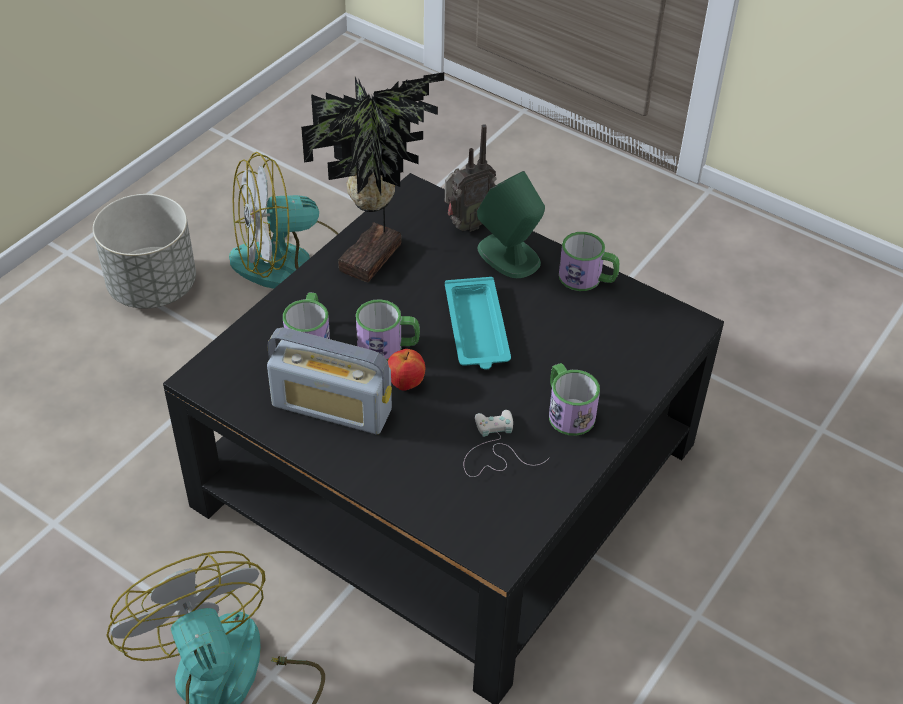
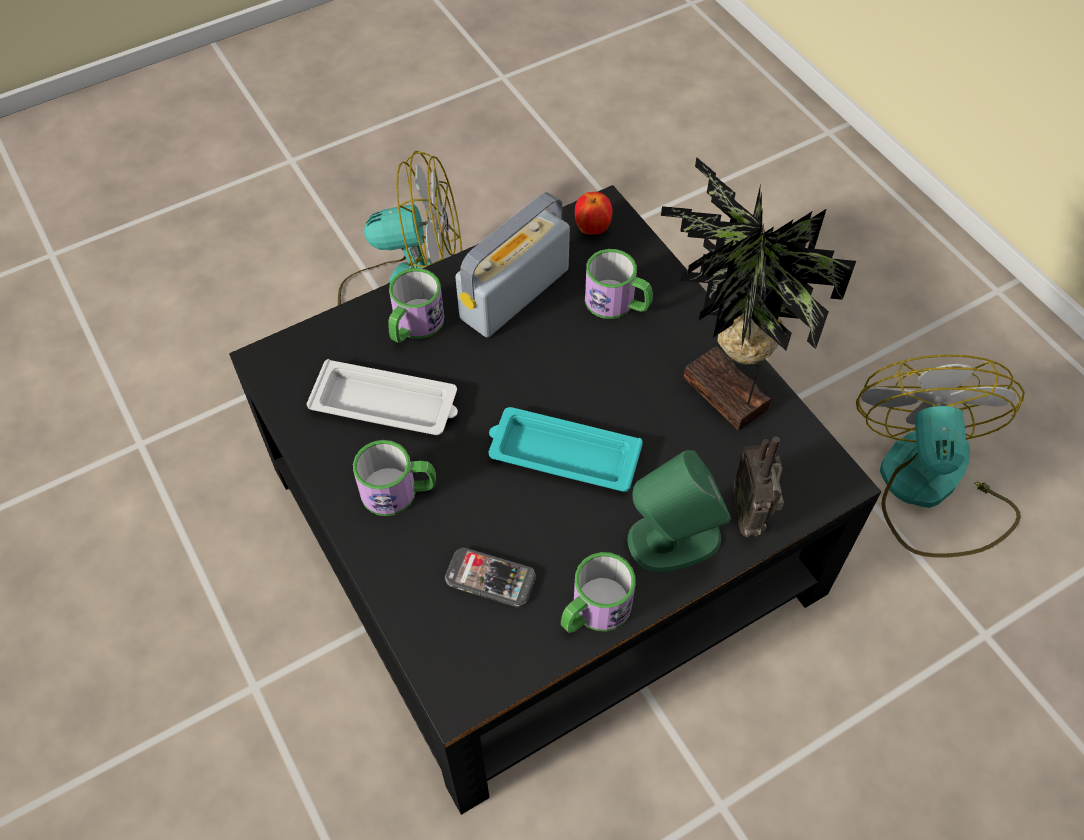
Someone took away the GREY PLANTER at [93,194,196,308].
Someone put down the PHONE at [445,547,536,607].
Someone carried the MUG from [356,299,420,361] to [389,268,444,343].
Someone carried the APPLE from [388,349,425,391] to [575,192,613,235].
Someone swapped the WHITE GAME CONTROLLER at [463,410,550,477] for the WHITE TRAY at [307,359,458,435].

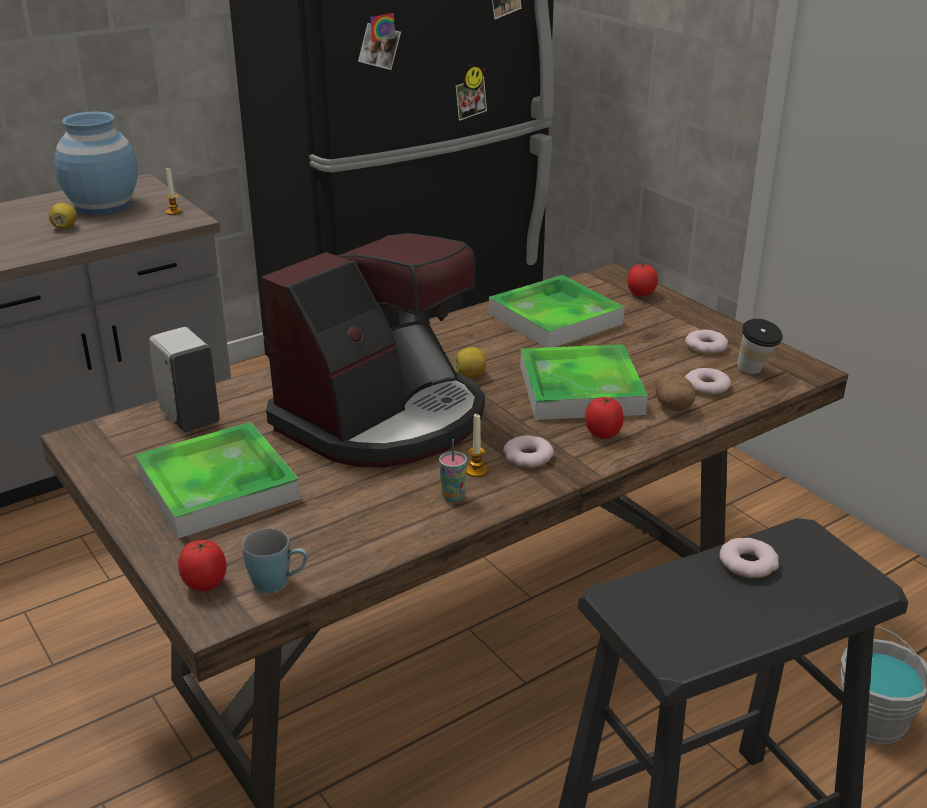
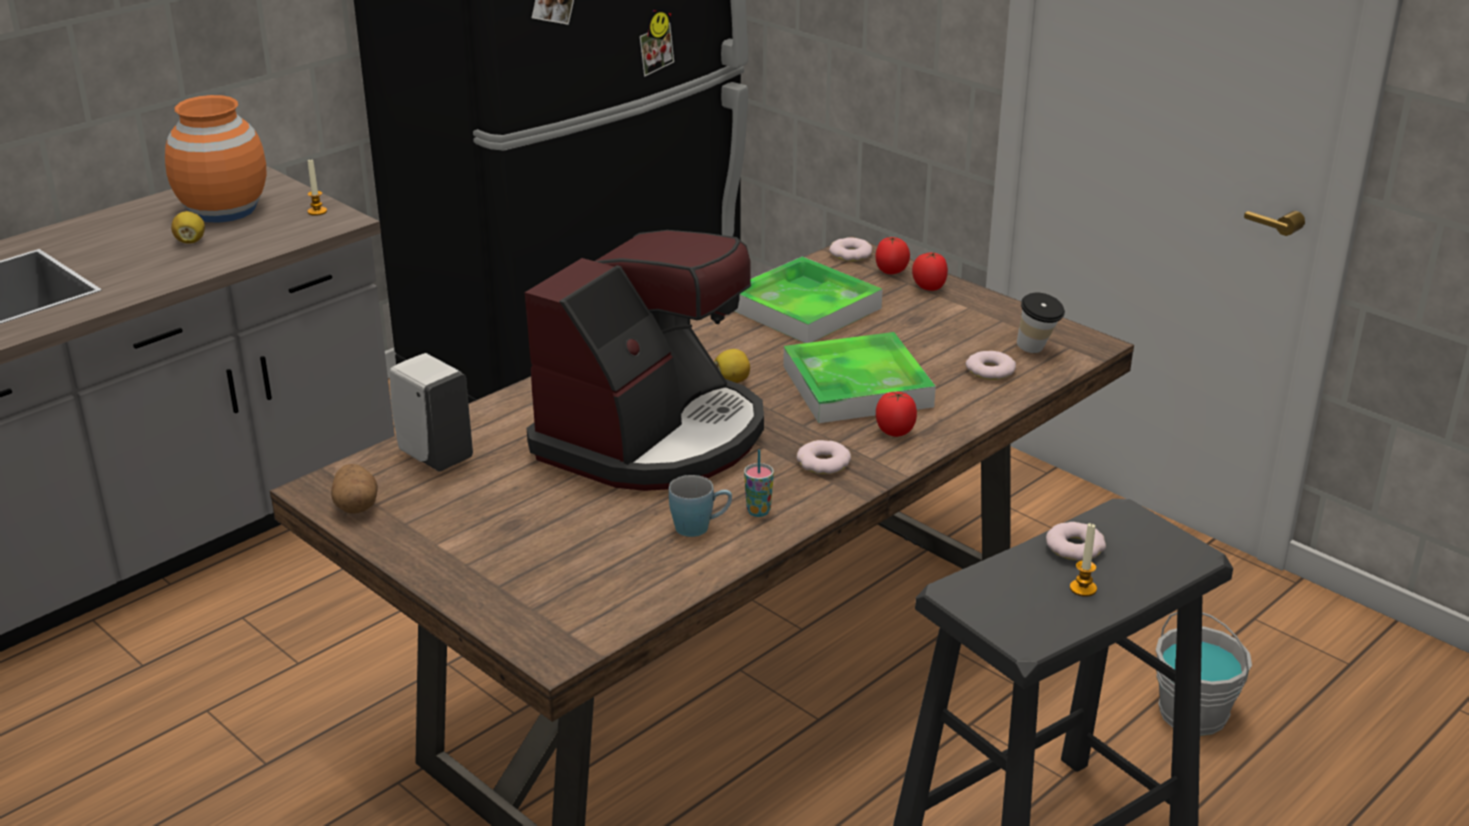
Someone took away the TRAY at [135,422,300,539].
Someone carried the TOMATO from [178,540,226,592] to [912,252,948,291].
Someone carried the BLUE MUG from [242,528,308,593] to [669,475,732,537].
Someone carried the CANDLE from [466,414,488,477] to [1070,523,1097,597].
Someone carried the POTATO from [656,371,695,411] to [331,464,378,513].
Someone carried the DONUT from [685,330,728,354] to [829,237,872,261].
Someone repainted the BLUE VASE at [54,111,138,215], which became the ORANGE VASE at [165,95,266,223].

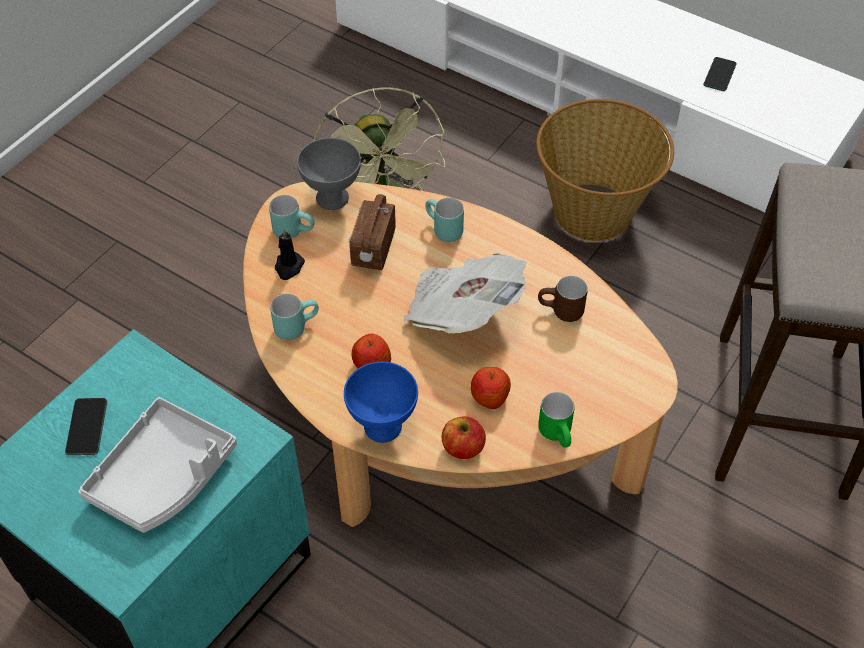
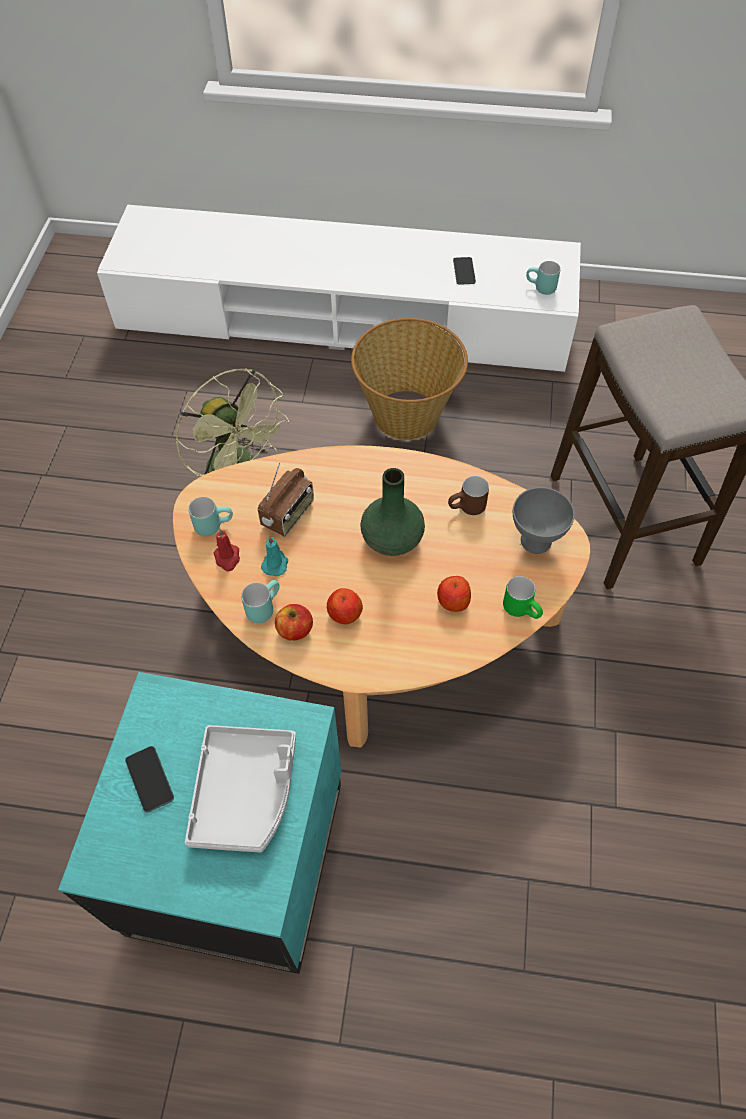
Someone took away the BLUE BOWL at [344,362,418,443].
Someone put down the TURQUOISE CANDLE at [261,536,288,576].
Someone carried the GREY BOWL from [297,138,361,210] to [513,487,575,554].
Someone carried the TURQUOISE MUG from [425,198,464,242] to [526,261,560,295].
Someone carried the APPLE from [442,416,486,459] to [275,604,313,640].
Someone swapped the NEWSPAPER at [403,253,527,334] for the GREEN VASE at [361,468,425,556].
Someone repainted the BLACK CANDLE at [275,229,305,280], which became the RED CANDLE at [213,528,240,571].
Someone rotated the RADIO at [349,194,396,270] by 135 degrees counterclockwise.

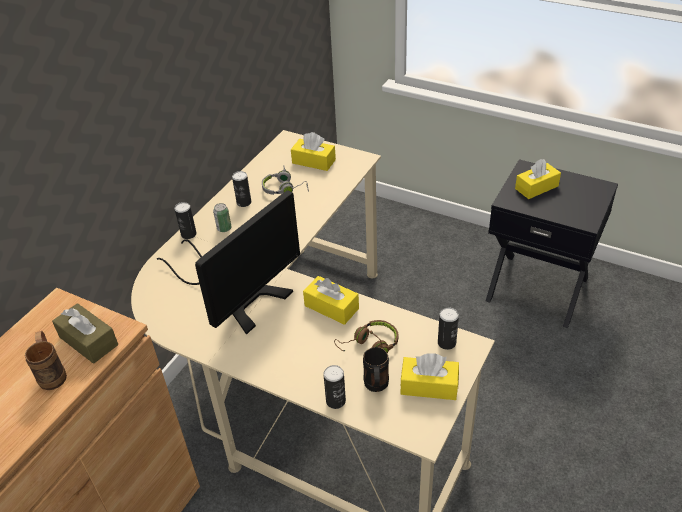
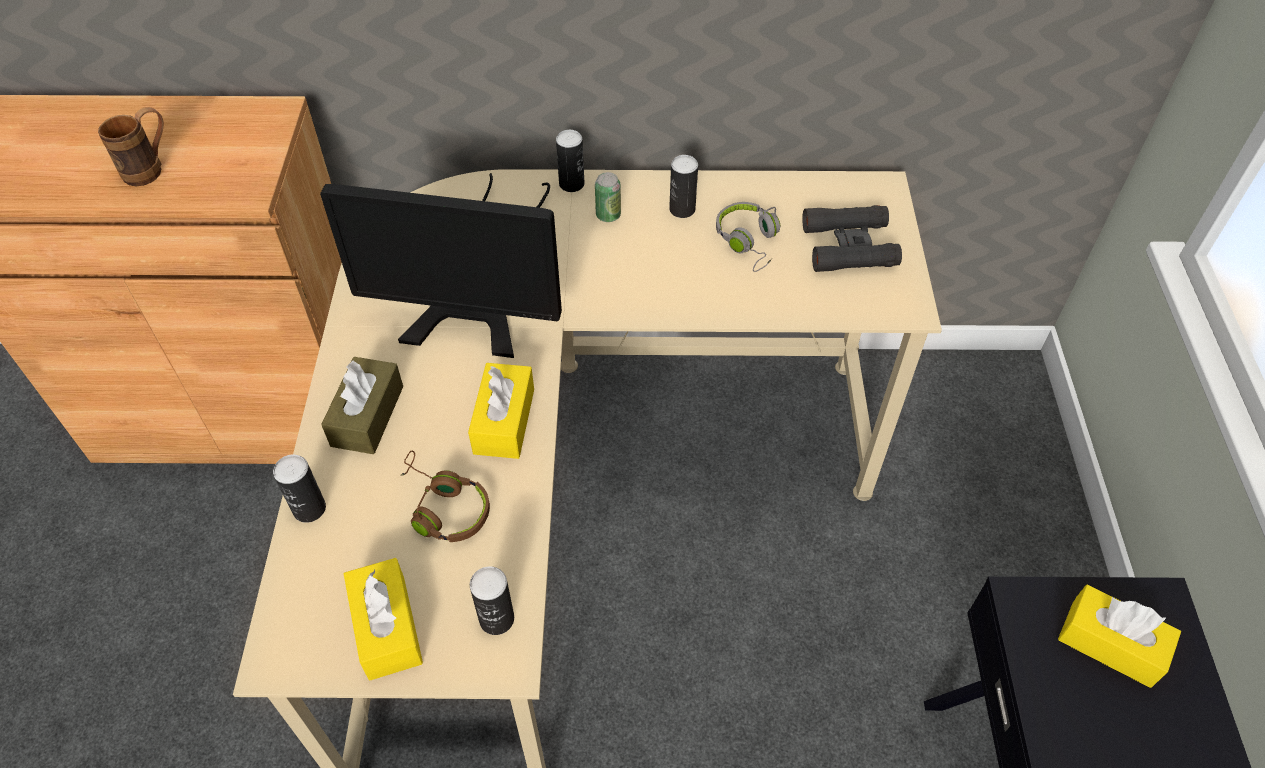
Someone took away the BLACK MUG at [363,347,389,392].
Someone carried the BROWN TISSUE BOX from [52,303,118,364] to [321,357,403,454].
Someone swapped the YELLOW TISSUE BOX at [291,132,336,171] for the BLACK BINOCULARS at [802,205,902,272].

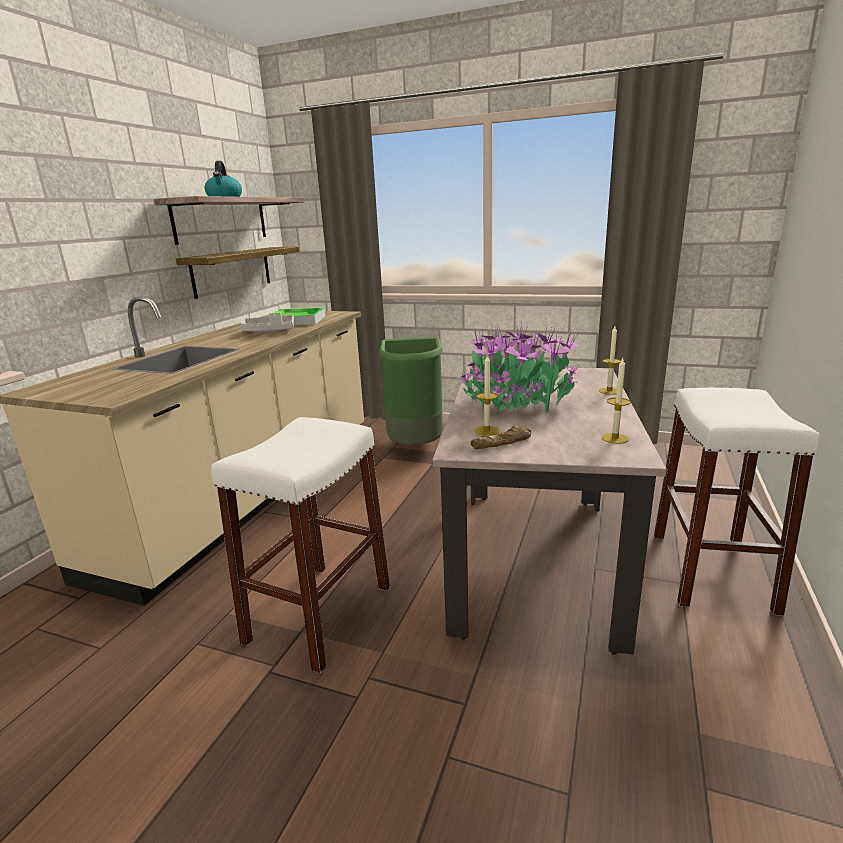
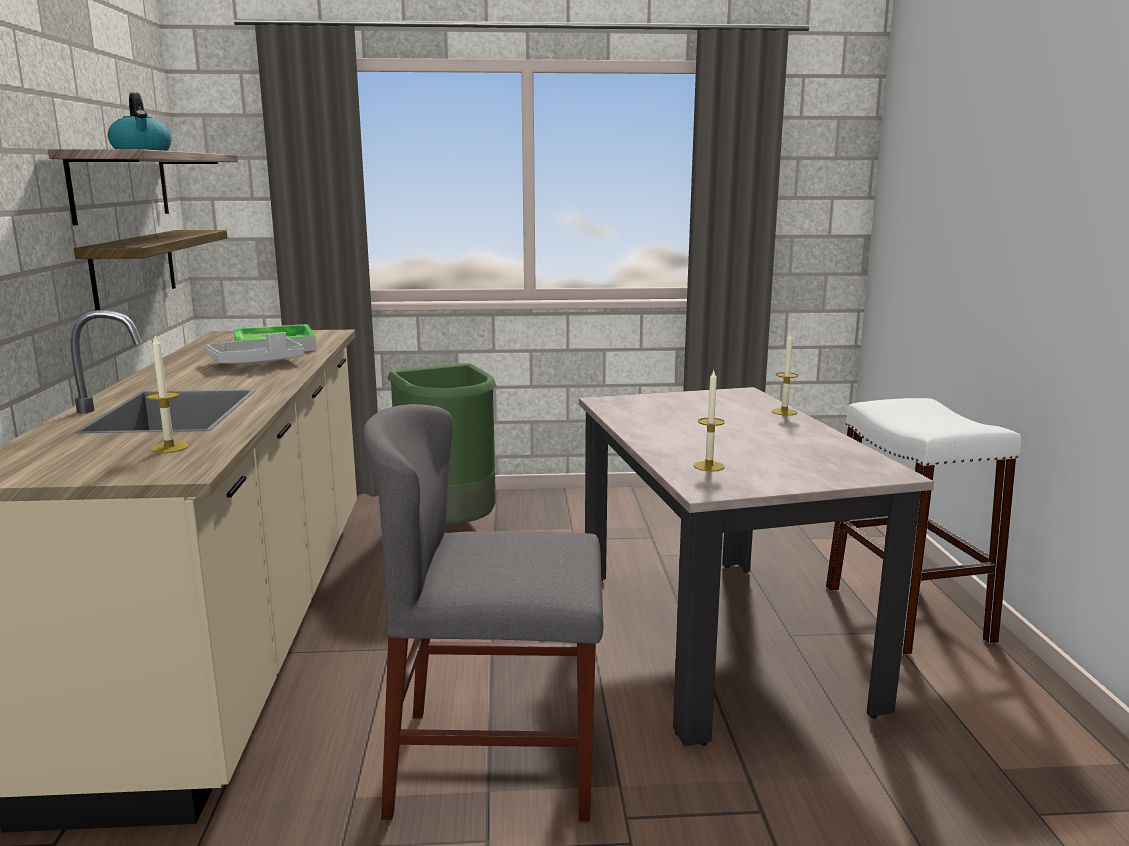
Someone took away the POTTED PLANT at [459,323,583,412].
Someone took away the BREAD at [471,425,531,449].
Someone carried the CANDLE from [602,358,630,444] to [146,336,189,453].
Someone swapped the WHITE STOOL at [211,417,390,674] for the GREY CHAIR at [363,404,603,822].

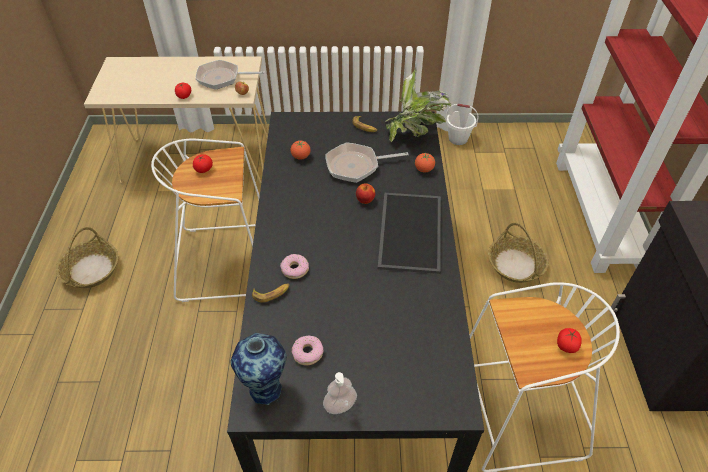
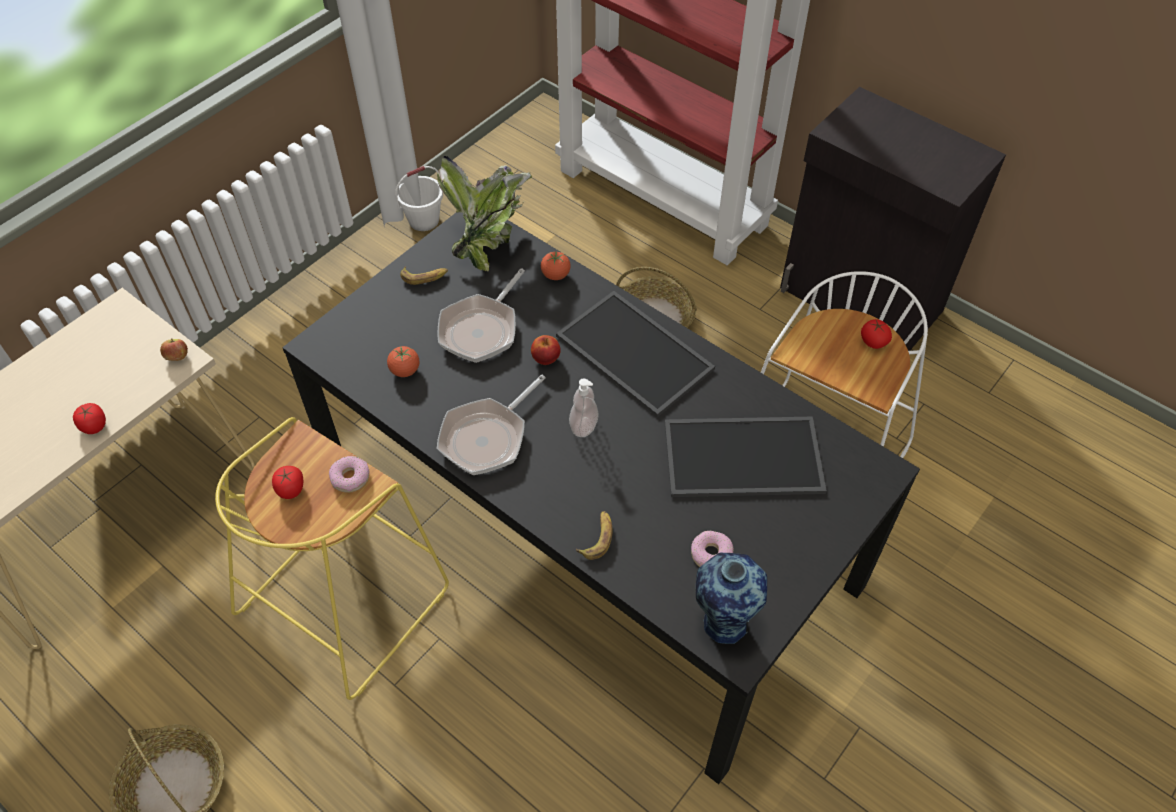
Someone put down the TRAY at [665,417,827,497].
Someone carried the FRYING PAN from [196,60,265,90] to [437,375,546,475].
Someone carried the DONUT from [280,254,309,279] to [329,456,370,493].
Someone carried the SOAP DISPENSER from [323,372,357,414] to [569,378,599,437].
Someone repainted the WHITE STOOL at [151,139,260,302], which became the YELLOW STOOL at [215,417,449,700].

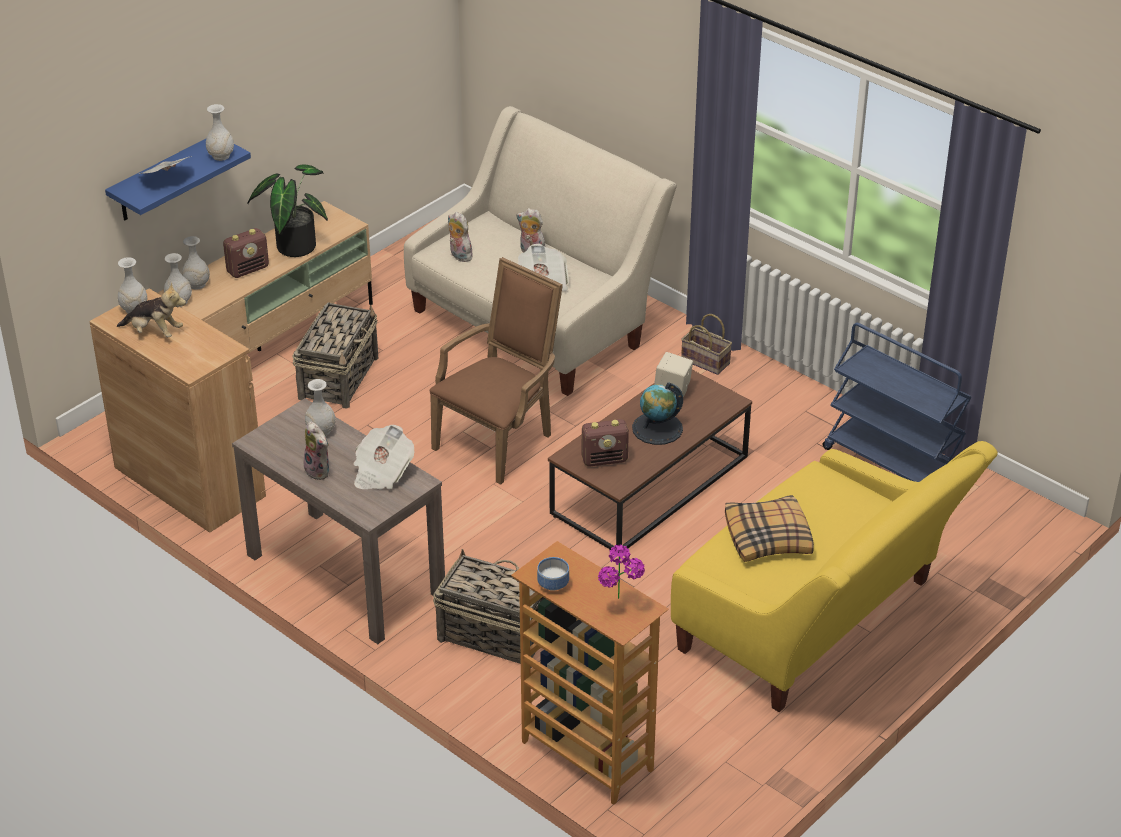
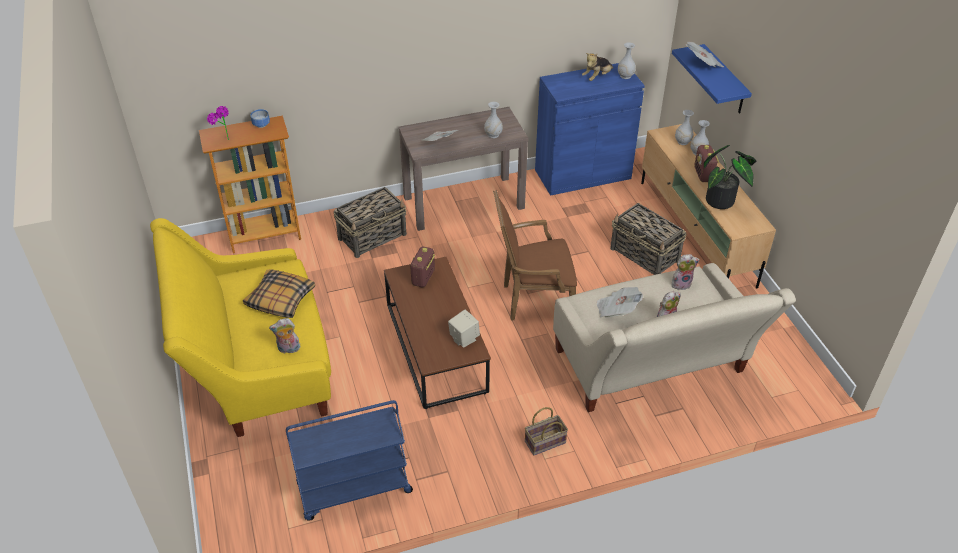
Someone took away the WHITE VASE at [206,104,234,161].
Someone took away the GLOBE at [632,382,683,445].
Someone carried the PLUSH TOY from [304,421,329,480] to [269,318,301,354].
Someone repainted the BROWN CABINET at [89,288,266,533], which became the BLUE CABINET at [535,63,645,196].
Someone rotated the BROWN ARMCHAIR at [429,257,563,485] by 105 degrees clockwise.

